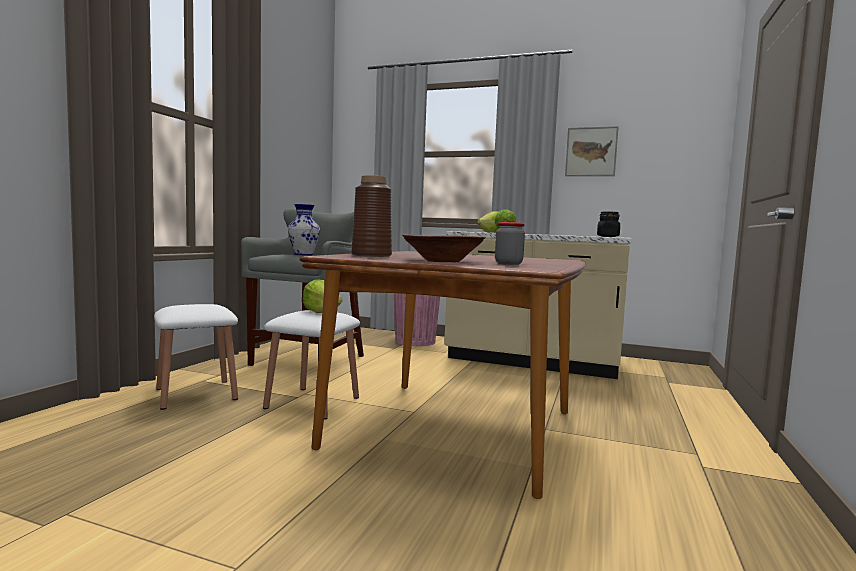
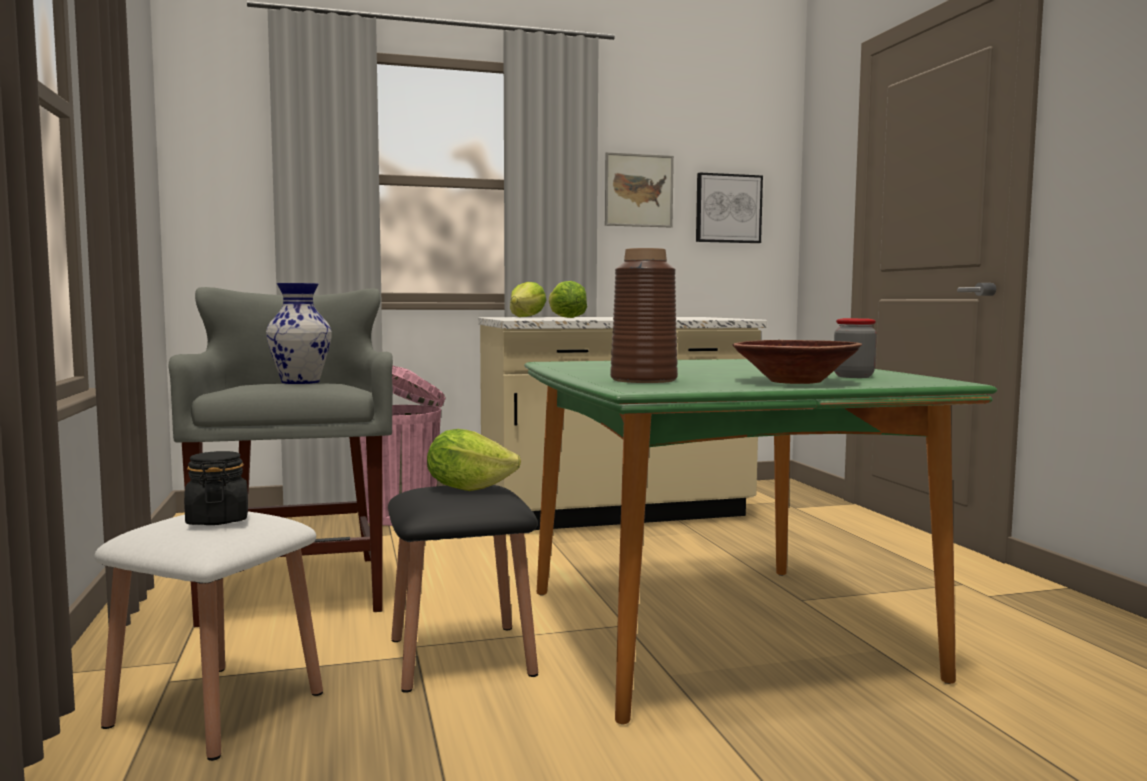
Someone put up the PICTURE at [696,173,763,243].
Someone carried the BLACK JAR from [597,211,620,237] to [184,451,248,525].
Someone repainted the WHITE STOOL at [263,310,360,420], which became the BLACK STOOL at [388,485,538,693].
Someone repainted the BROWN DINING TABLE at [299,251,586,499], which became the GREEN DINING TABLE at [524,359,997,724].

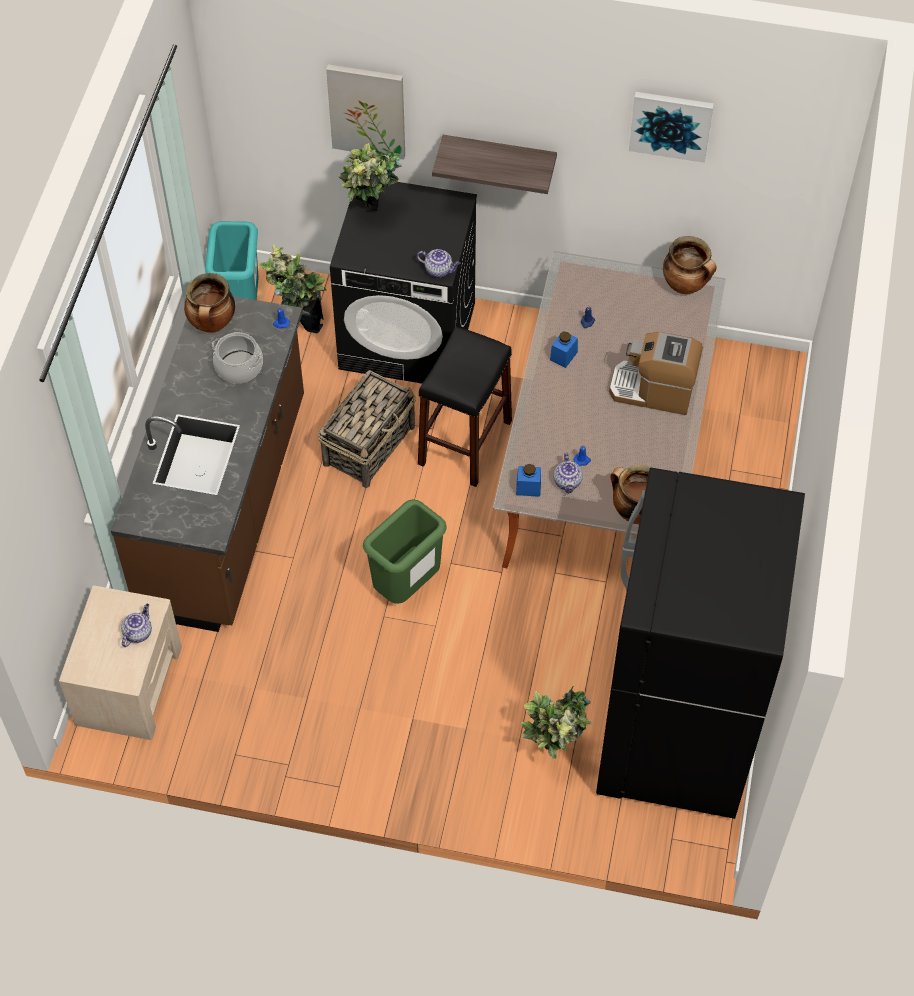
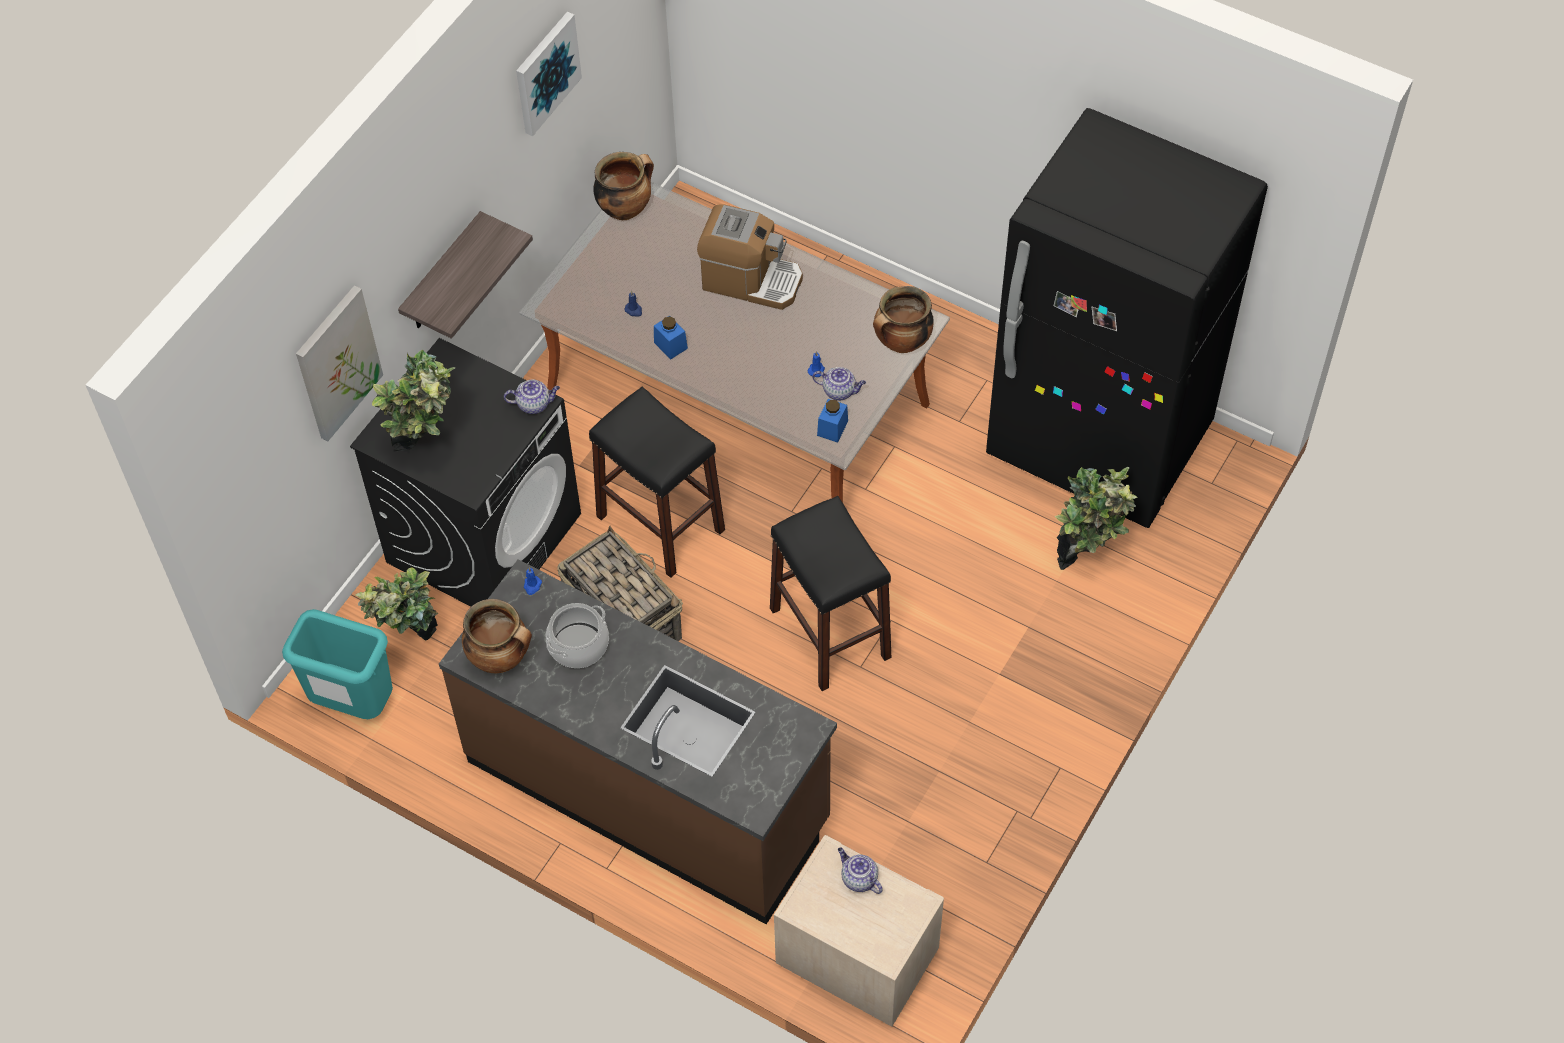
Someone swapped the GREEN TRASH CAN at [363,499,447,604] for the BLACK STOOL at [770,496,891,691].
Someone rotated the TEAPOT at [417,249,460,277] by 45 degrees clockwise.
Someone rotated the COFFEE MACHINE at [609,332,703,415] by 105 degrees counterclockwise.

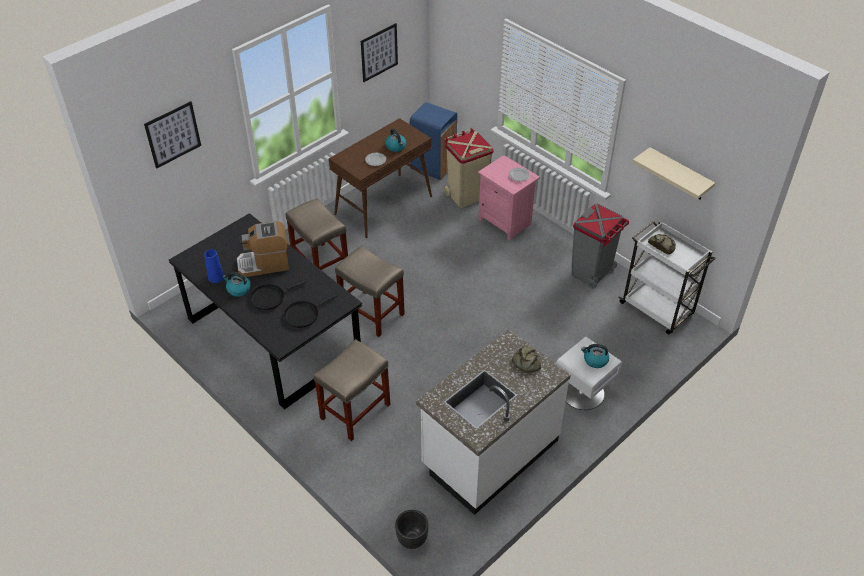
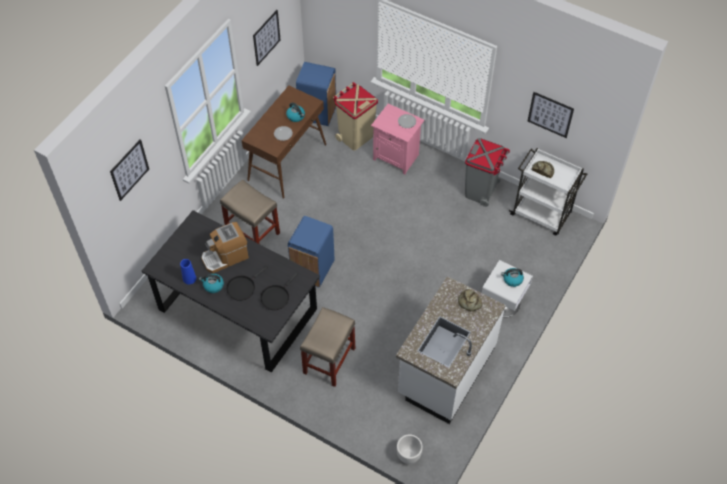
Someone swapped the BEIGE STOOL at [335,246,405,337] for the BLUE TRASH CAN at [288,216,334,288].
Someone swapped the BEIGE SHELF at [632,147,715,200] for the PICTURE at [528,92,574,138].
Someone repainted the BLACK PLANTER at [395,510,428,549], which became the WHITE PLANTER at [397,434,423,464].

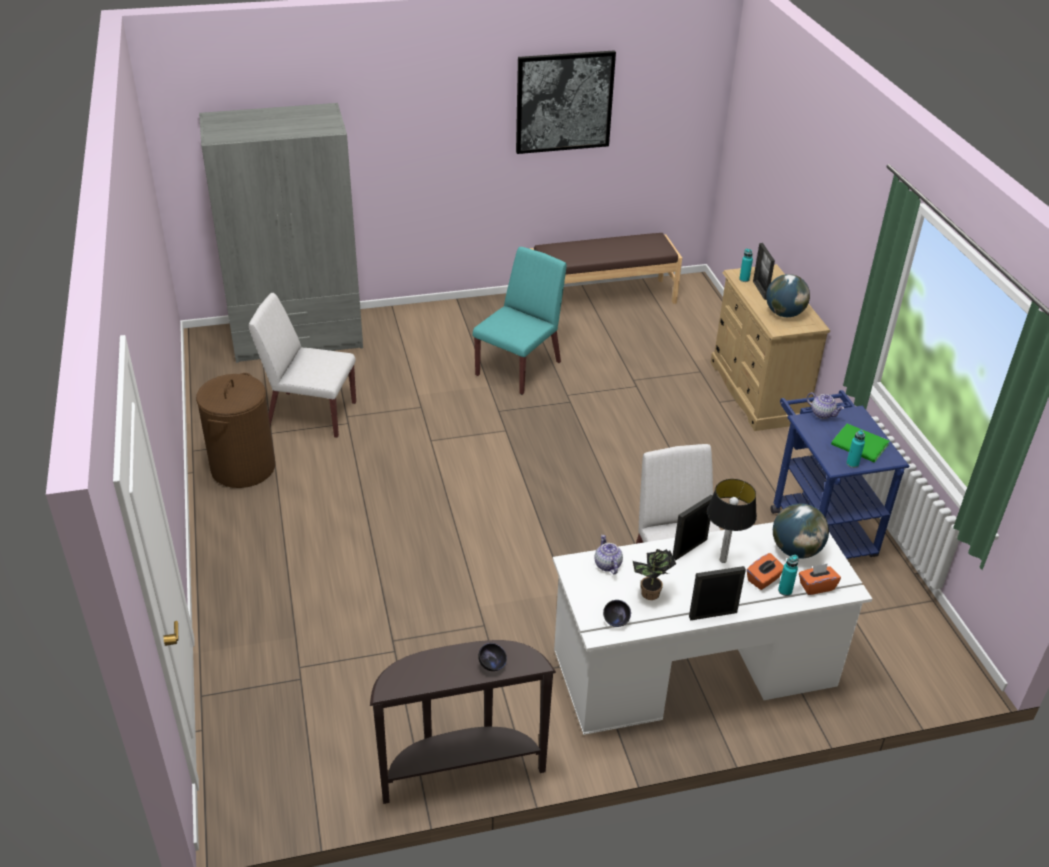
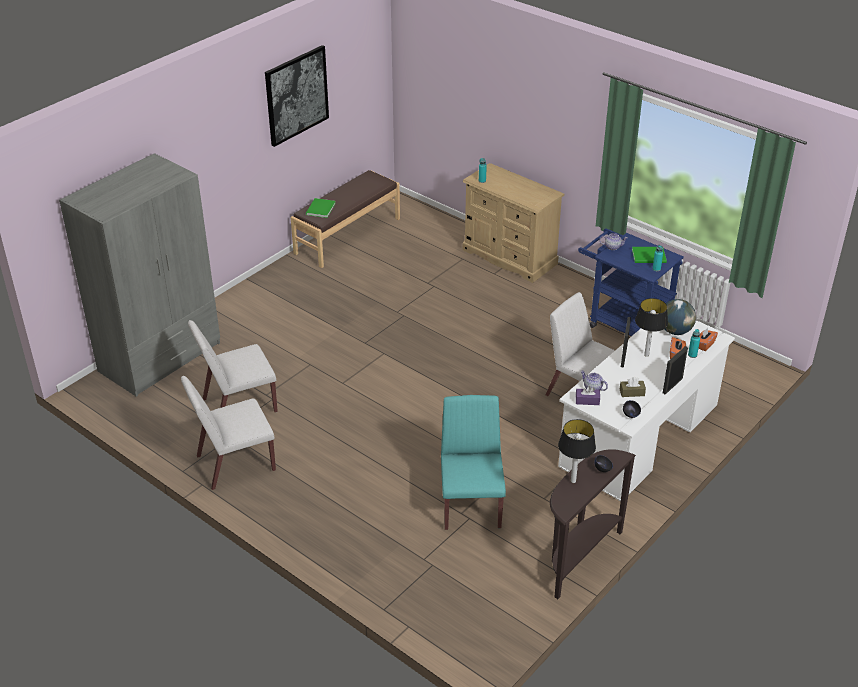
Someone took away the PICTURE FRAME at [753,243,775,300].
Someone took away the GLOBE at [766,274,810,317].
Someone put down the GREEN BOOK at [306,198,336,218].
Someone put down the TABLE LAMP at [558,419,596,483].
Someone put down the PURPLE TISSUE BOX at [576,386,600,405].
Someone carried the TURQUOISE CHAIR from [472,247,567,395] to [441,395,506,530].
Someone swapped the BROWN LAUNDRY BASKET at [196,373,275,488] for the WHITE CHAIR at [181,376,276,490].
Someone swapped the POTTED PLANT at [633,549,676,600] for the BROWN TISSUE BOX at [620,377,646,397].

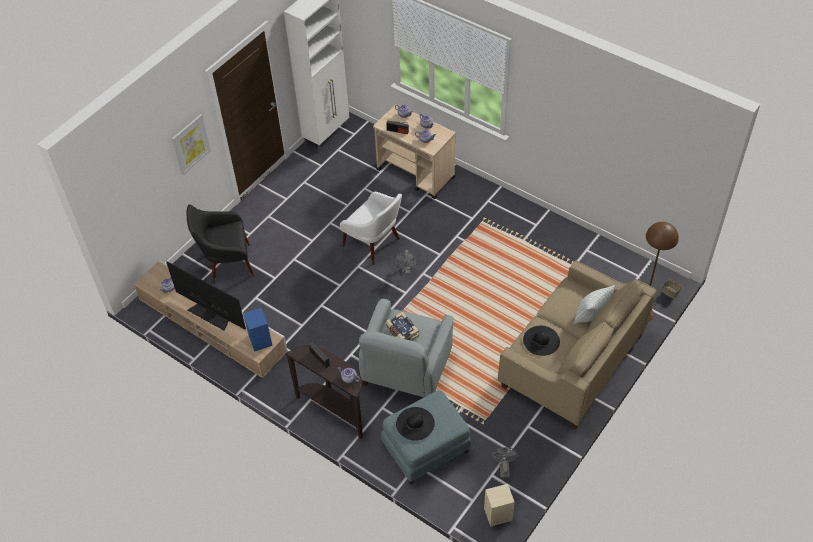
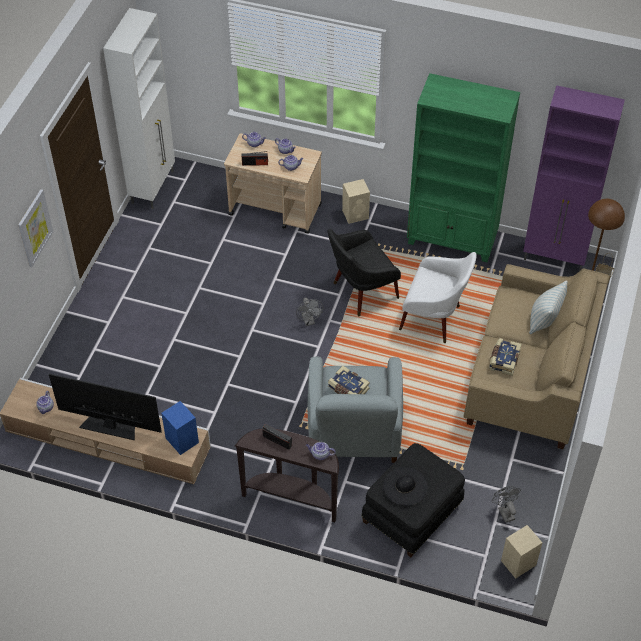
Someone put down the BEIGE SPEAKER at [342,179,370,224].
Someone put down the GREEN BOOKCASE at [407,73,520,262].
Someone put down the PURPLE CABINET at [523,85,625,271].
Someone carried the BLACK ARMCHAIR from [187,205,254,283] to [327,229,401,316].
Someone carried the WHITE ARMCHAIR from [340,192,402,265] to [399,252,476,343].
Someone swapped the BLACK HAT at [523,326,560,356] for the BOOK at [489,338,522,376].
Someone repainted the BLUE OTTOMAN at [381,390,471,484], which became the BLACK OTTOMAN at [361,443,465,557].

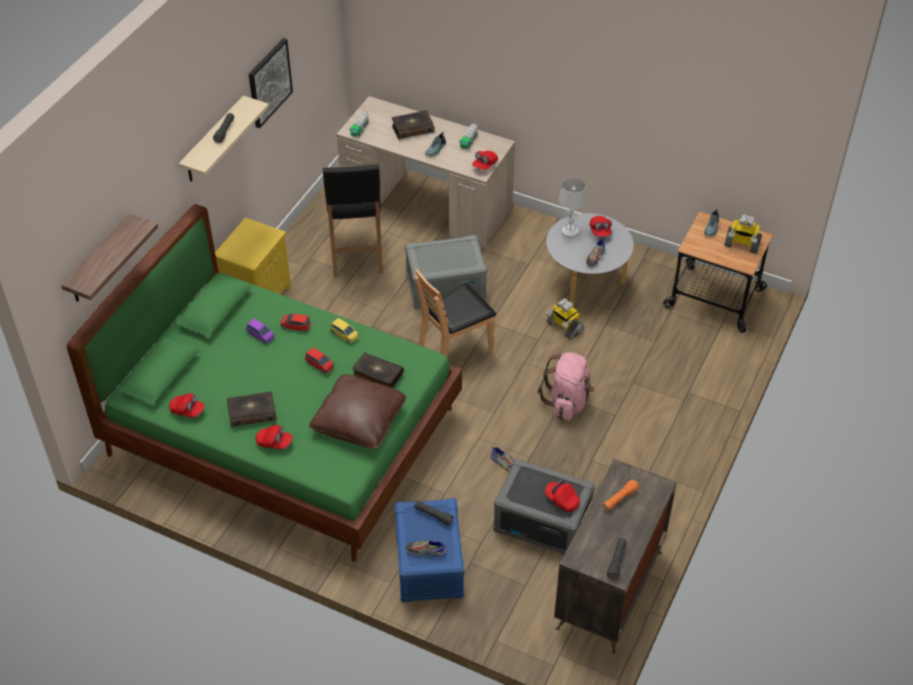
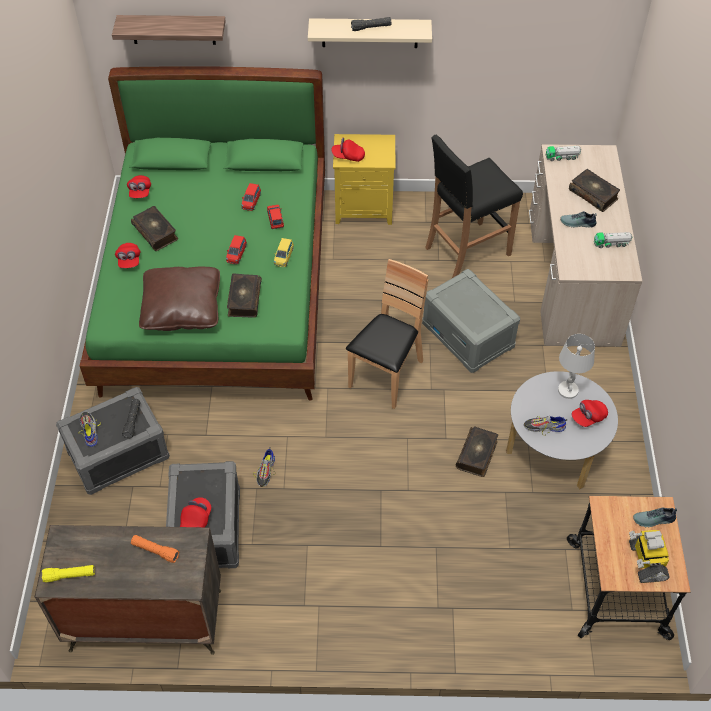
Someone took away the PICTURE at [249,38,293,128].
Someone took away the PINK BACKPACK at [538,352,594,420].
Someone carried the RED CAP from [472,151,498,170] to [331,138,365,162].
Someone swapped the TOY ROBOT at [546,298,584,340] for the BOOK at [456,426,498,477].
Someone repainted the PURPLE TOY CAR at [246,318,274,344], which became the RED TOY CAR at [241,183,261,211].
Someone repainted the BLUE STORAGE BOX at [395,498,464,603], which became the GREY STORAGE BOX at [56,387,170,495].
Someone repainted the BLACK FLASHLIGHT at [607,538,627,580], which became the YELLOW FLASHLIGHT at [42,565,95,583].
Someone rotated the BROWN CHAIR at [414,269,496,357] by 90 degrees clockwise.

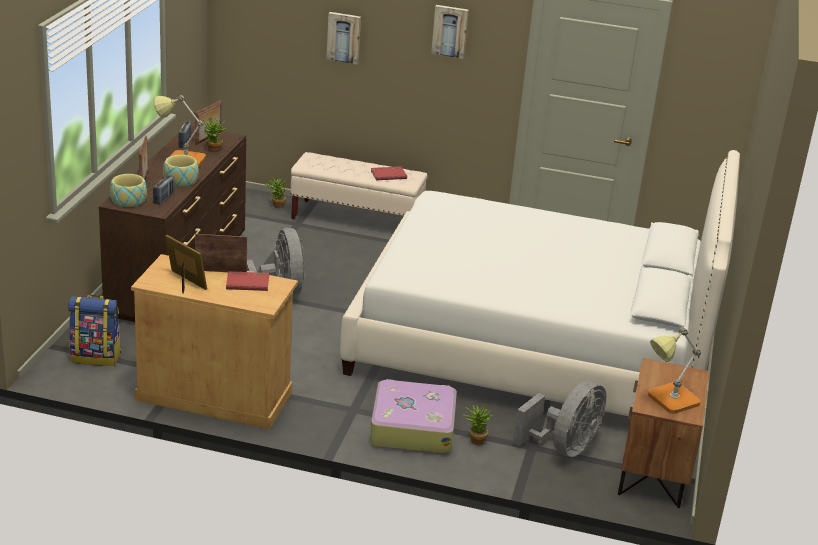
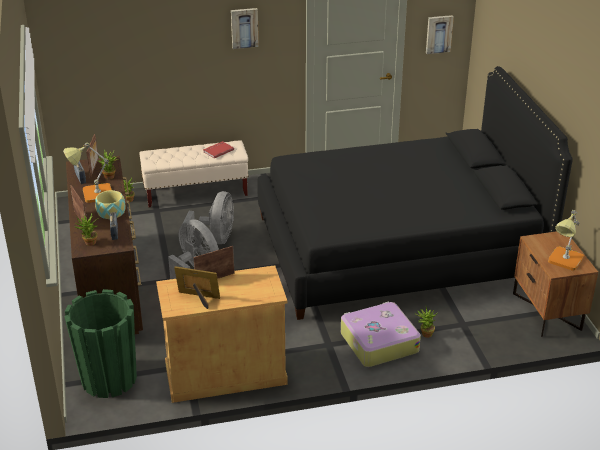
Someone took away the RED BOOK at [226,271,269,291].
Someone carried the PICTURE from [326,12,361,64] to [426,15,454,54].
Someone carried the GREY FAN from [513,380,606,457] to [183,191,234,244].
Someone swapped the BACKPACK at [68,295,121,366] for the GREEN PLANTER at [64,289,137,398].
Someone swapped the BOWL at [110,174,147,207] for the POTTED PLANT at [75,214,99,246].
Someone repainted the WHITE BED at [340,150,740,416], which became the BLACK BED at [257,66,573,320].

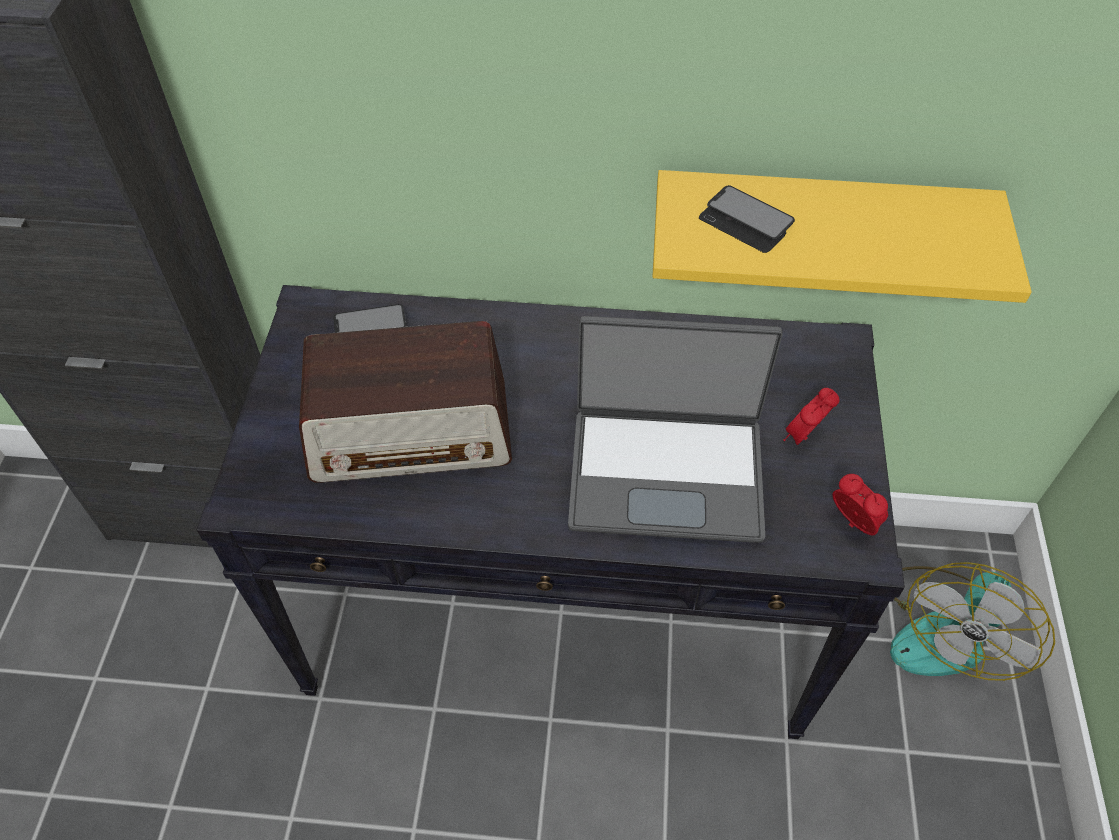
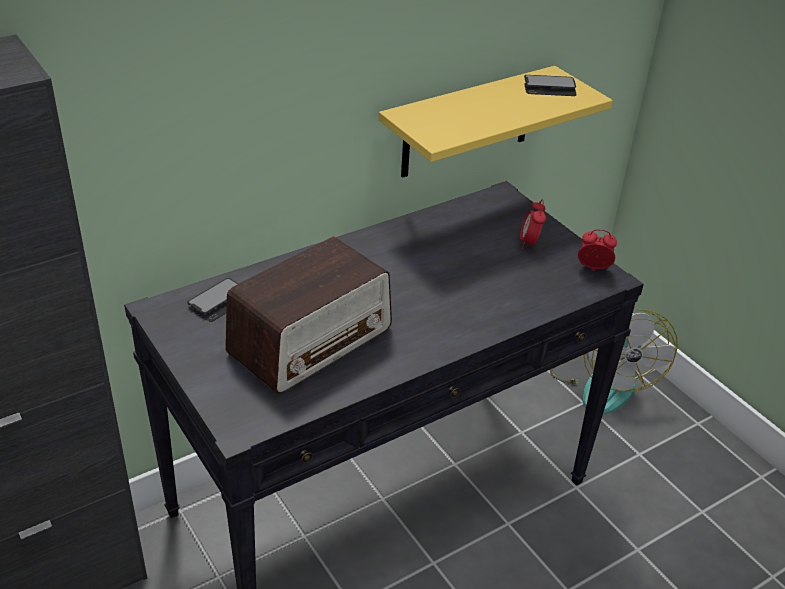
Someone took away the LAPTOP at [568,316,783,543].
Someone carried the PHONE from [699,185,795,253] to [524,75,576,96].

